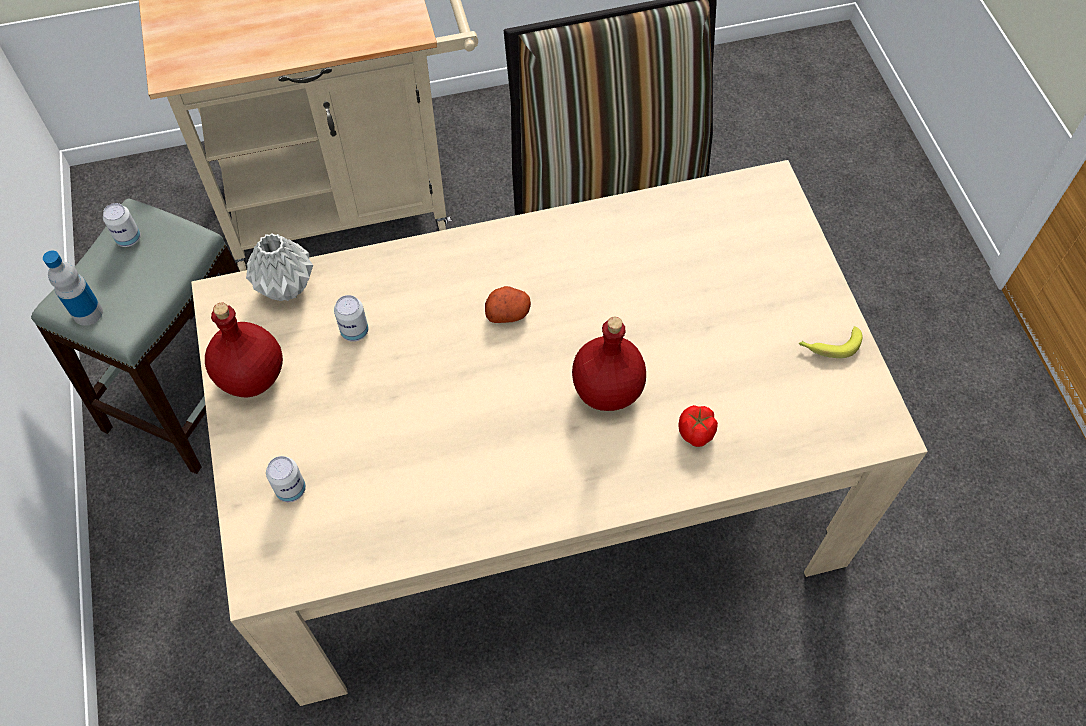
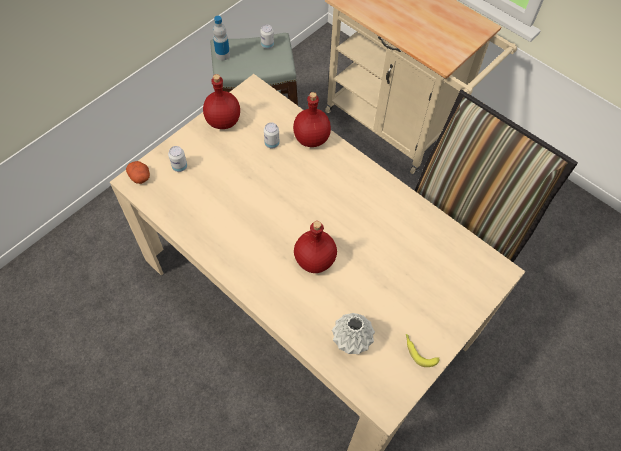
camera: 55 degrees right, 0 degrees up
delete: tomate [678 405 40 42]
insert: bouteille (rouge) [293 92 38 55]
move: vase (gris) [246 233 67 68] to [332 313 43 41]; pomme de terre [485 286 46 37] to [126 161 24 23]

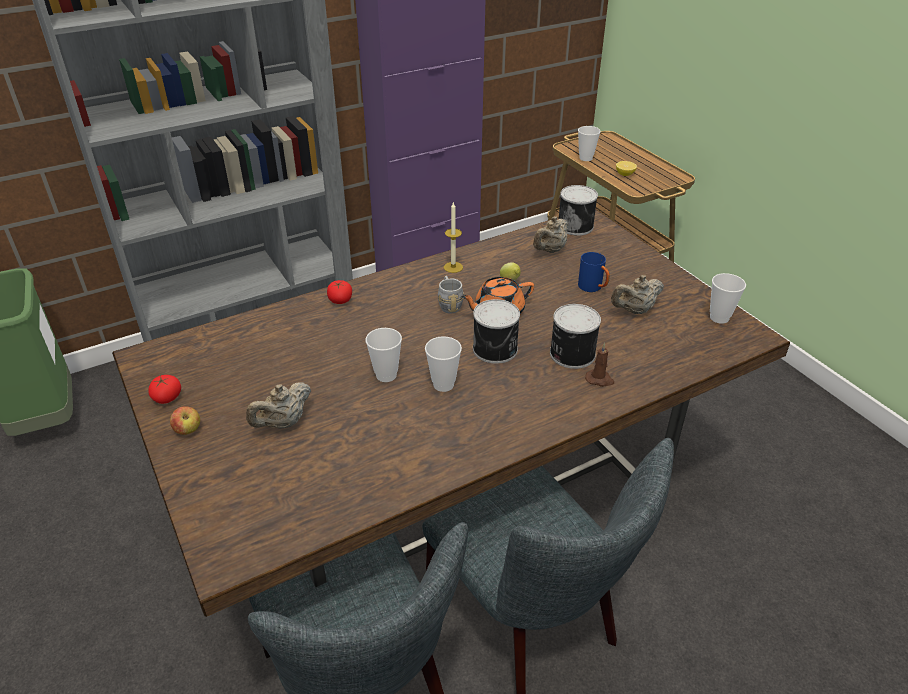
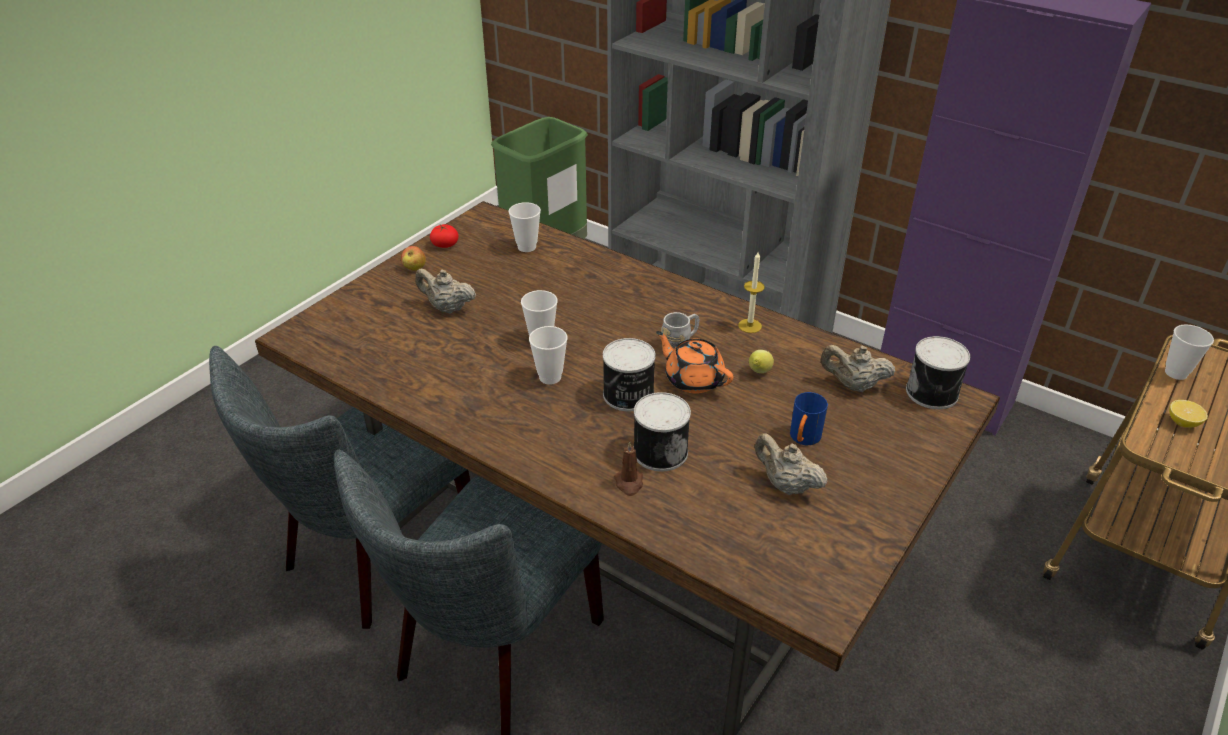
camera: 65 degrees right, 0 degrees up
delete: tomate [327 280 25 24]
move: tasse [710 273 36 51] to [509 202 32 50]

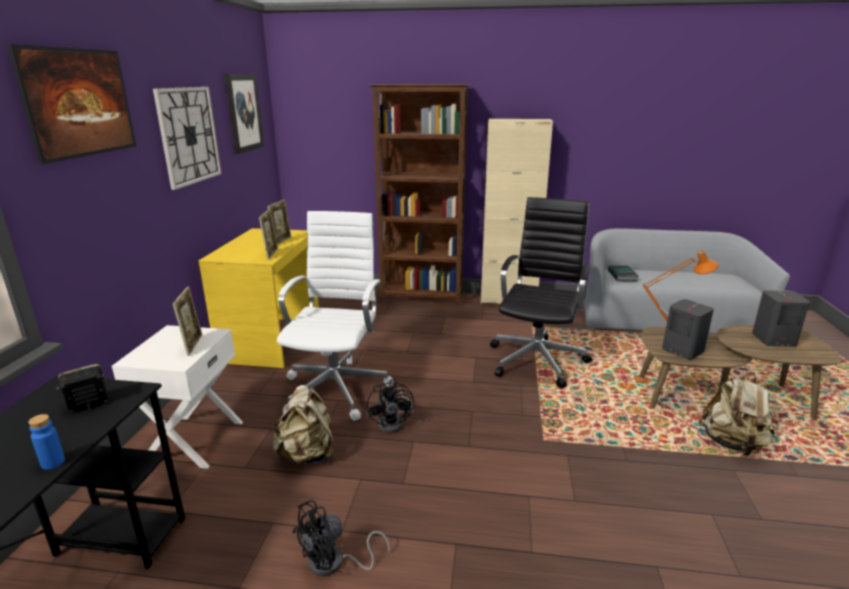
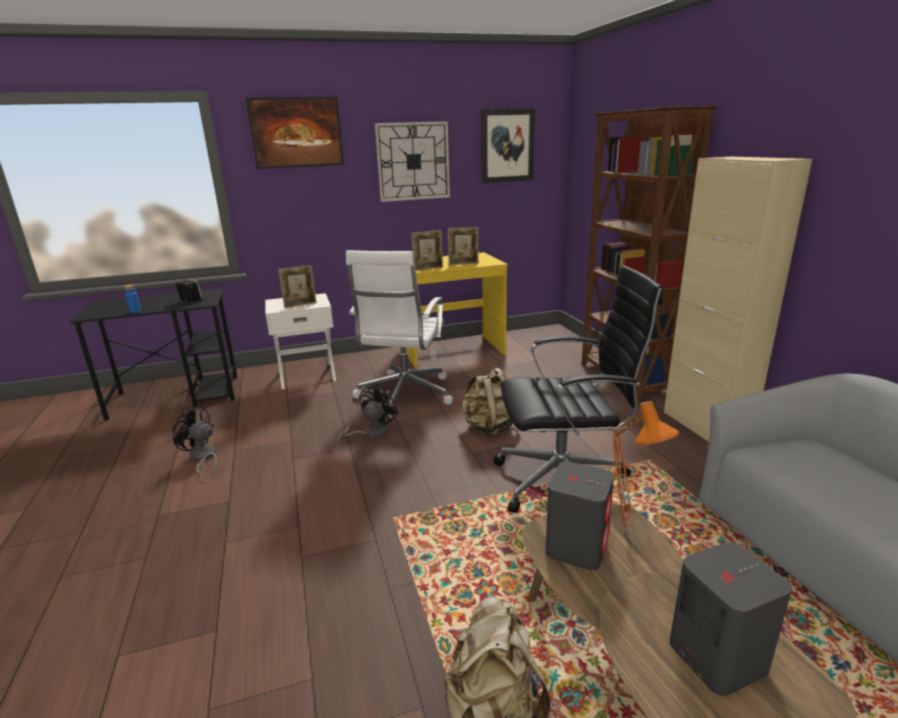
camera: 65 degrees right, 0 degrees up
delete: livre [608 266 30 15]
move: sac à dos (beige) [271 385 62 79] to [461 368 52 69]
rotate: chaise de bureau (blanc) [277 211 117 210] = [346 250 107 168] 120 degrees clockwise; ventilateur (noir) [367 379 47 54] = [337 384 61 61] 150 degrees clockwise

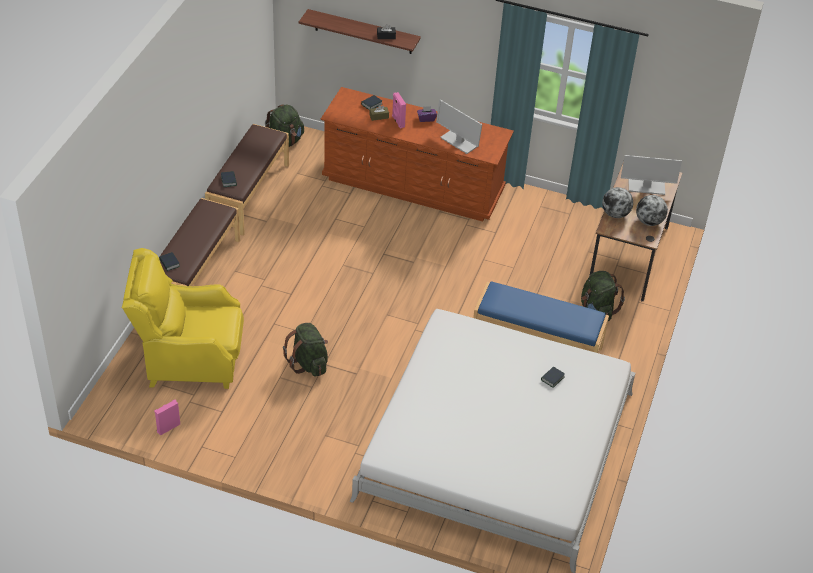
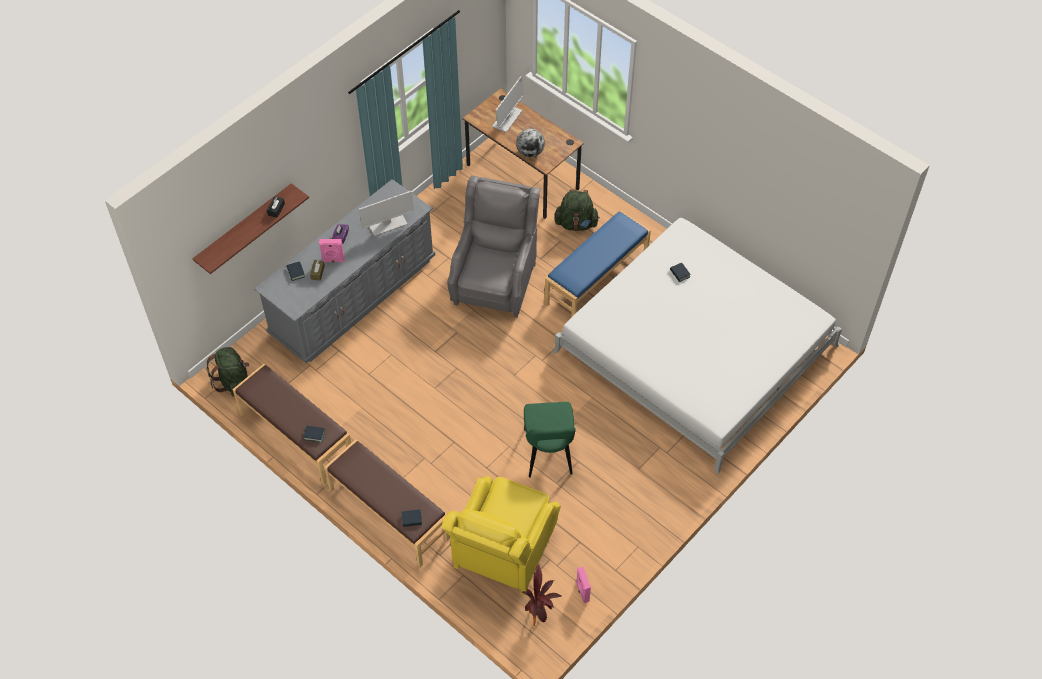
camera: 65 degrees left, 10 degrees up
delete: globe [636 195 32 31]
insert: fauteuil (gris) [447 175 94 143]; plante en pot [521 565 42 61]
replace: sac à dos (vert) [283 323 45 54] to chaise (vert) [524 402 52 76]
recolor: commode (marron) [321 87 193 135] to commode (gris) [254 179 181 184]

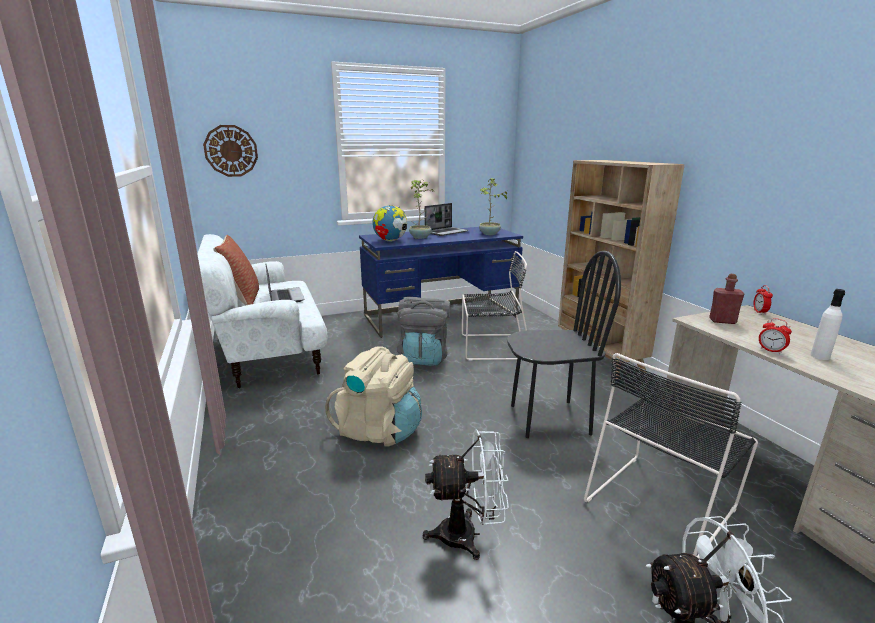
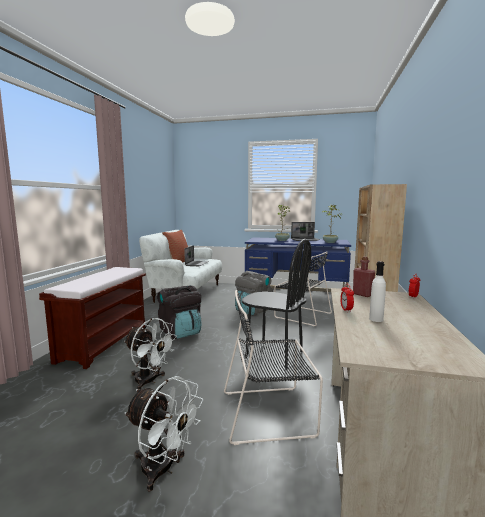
camera: 35 degrees right, 10 degrees down
delete: horloge murale [203 125 55 52]; globe [372 205 35 37]
insert: banc (marron) [39 267 107 102]
recolor: sac à dos (beige) [325 346 97 100] to sac à dos (noir) [157 285 45 54]

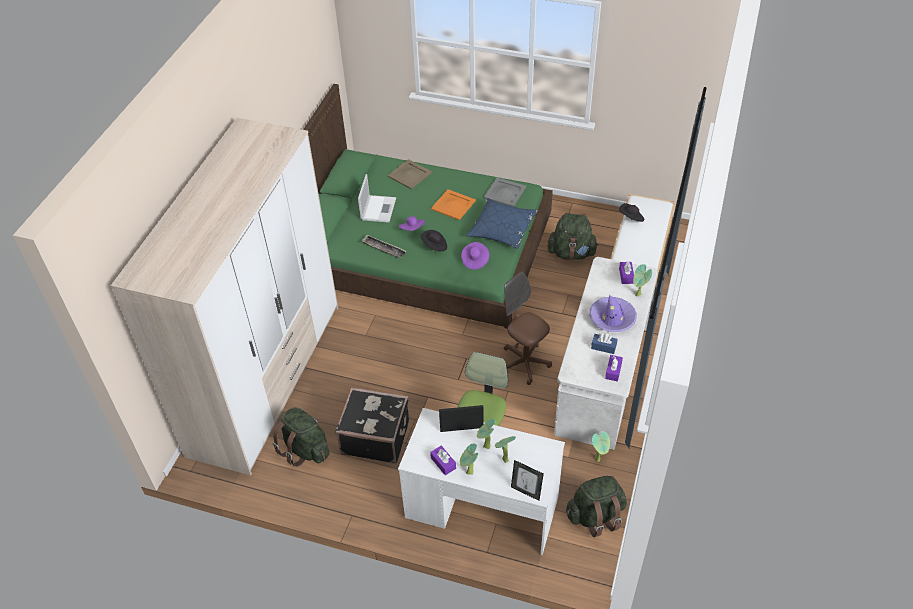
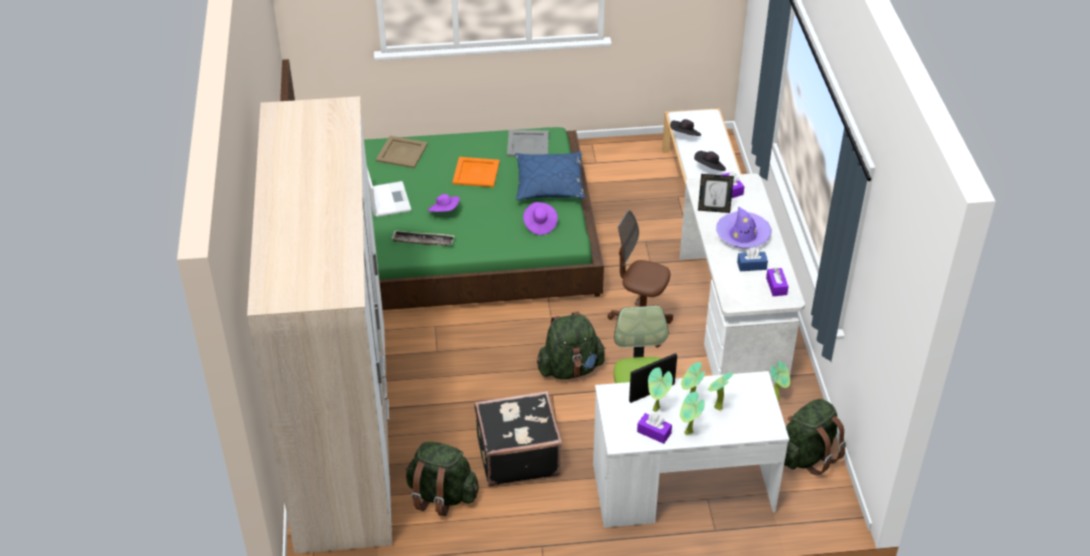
camera: 25 degrees left, 5 degrees down
move: chapeau (noir) [421 230 26 21] to [694 151 32 20]; cadre photo [511 460 33 41] to [698 174 36 39]; sac à dos (vert) [548 213 50 47] to [537 312 69 68]; plante en pot [633 264 19 33] to [648 367 25 45]

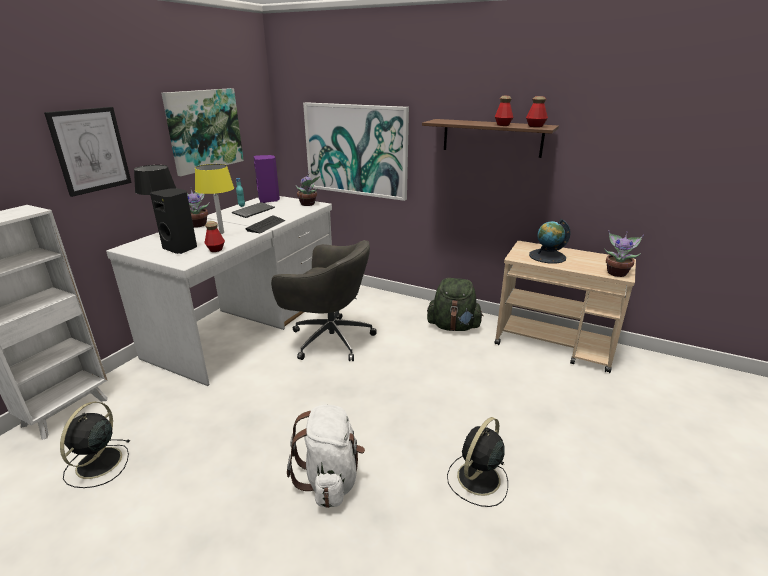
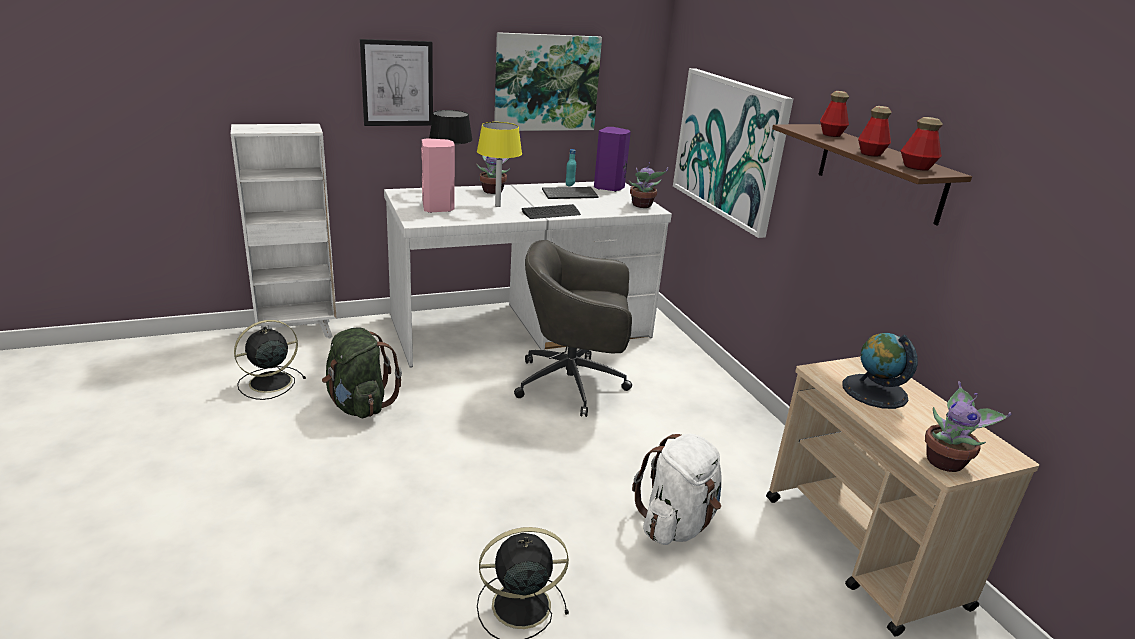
camera: 40 degrees right, 0 degrees up
move: bouteille [205 221 20 31] to [820 91 29 46]; sac à dos (blanc) [287 405 78 103] to [632 433 90 112]; sac à dos (vert) [427 278 57 53] to [322 327 80 91]
recolor: enceinte (noir) [150 188 47 66] to enceinte (rose) [421 138 34 75]
rotate: chaise de bureau (gris) [271 240 106 121] = [514 240 118 177] 120 degrees clockwise

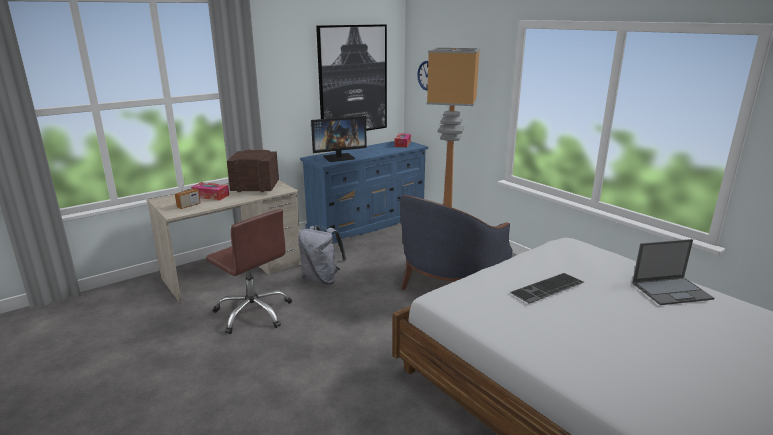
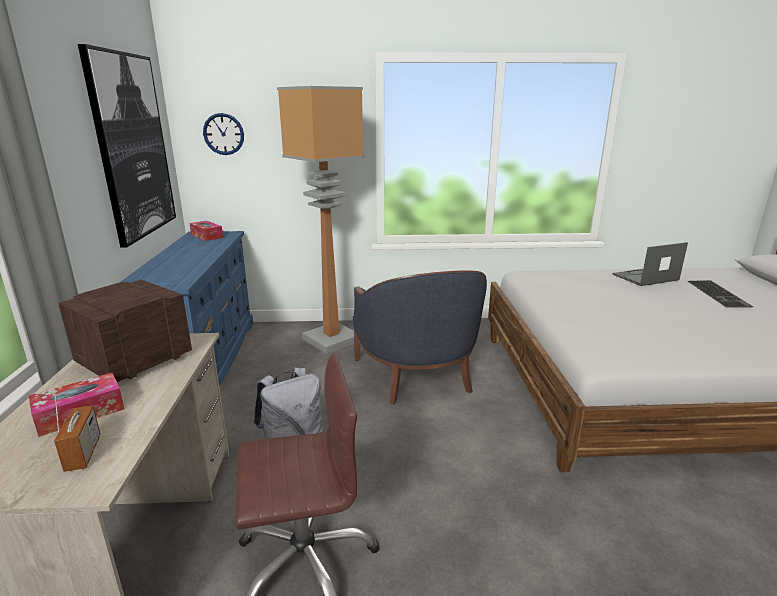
camera: 55 degrees left, 0 degrees up
delete: écran d'ordinateur [311 116 56 46]
move: clavier [510 273 74 31] to [688 280 65 27]
rotate: ordinateur portable [632 239 82 66] = [613 242 75 44] 135 degrees counterclockwise

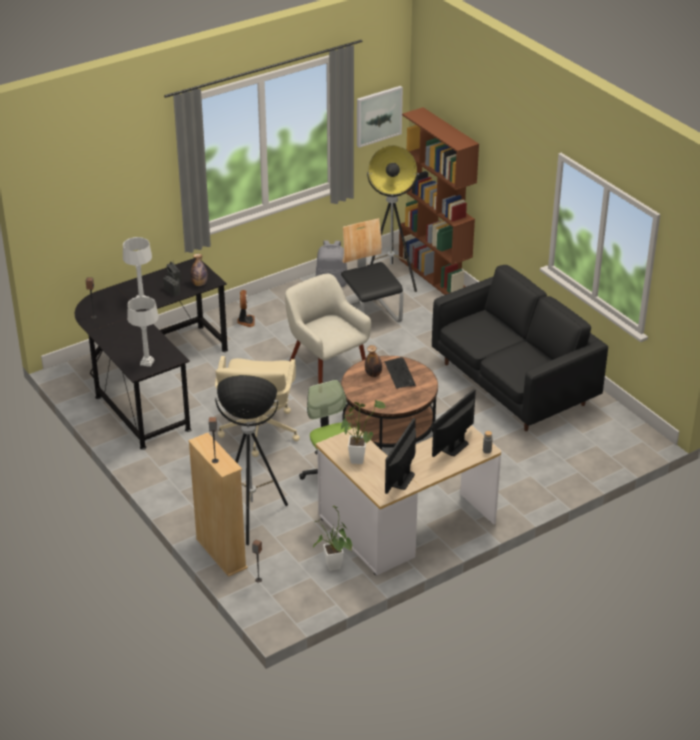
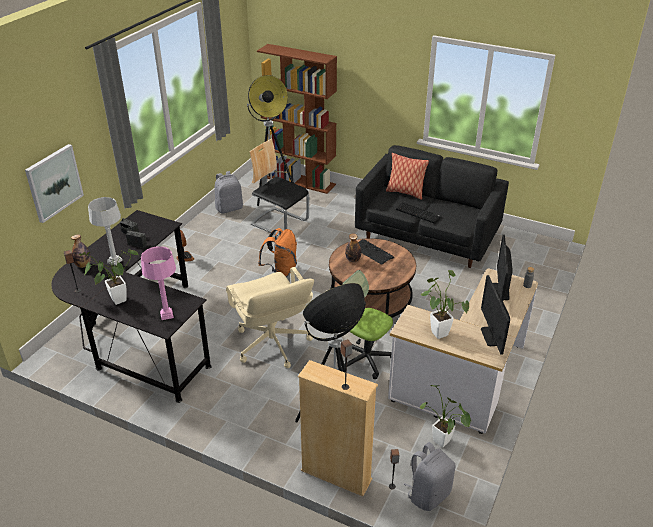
camera: 30 degrees left, 0 degrees up
insert: plante en pot [79 249 60 56]; coussin [386 153 43 47]; clavier [396 202 46 22]; sac à dos (gris) [404 442 52 69]
move: bouteille [191 254 17 32] to [71 234 20 34]; tableau [357 86 46 62] to [25 144 59 79]
replace: fauteuil (beige) [285 274 86 110] to sac à dos (orange) [258 228 39 49]
recolor: lampe de table (gris) [127 296 32 71] to lampe de table (rose) [141 246 35 74]

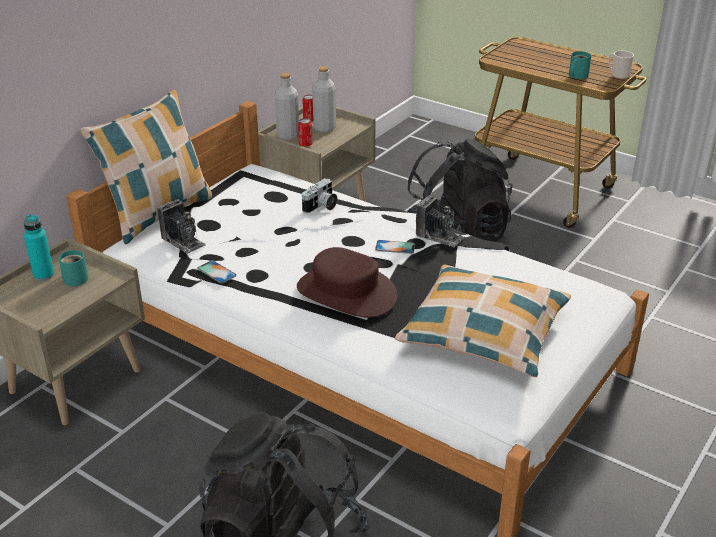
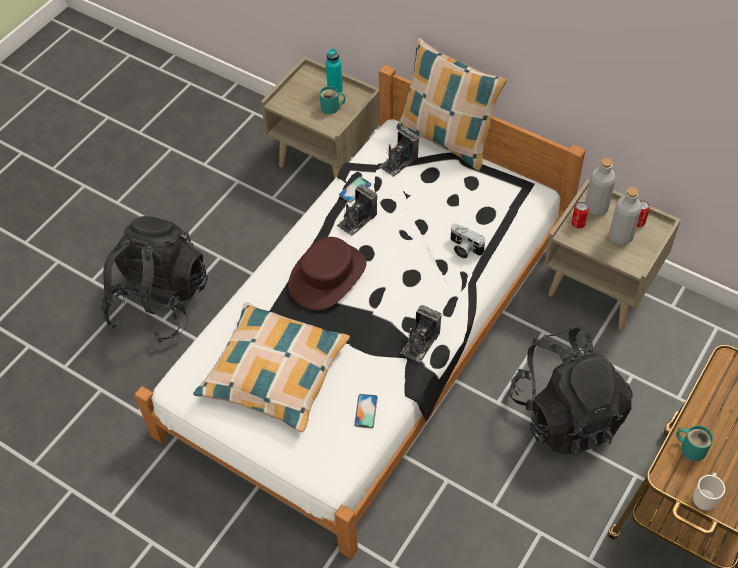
camera: 90 degrees right, 20 degrees up
insert: appareil photo [337 184 40 52]
move: téléphone [375 240 40 14] to [354 394 24 34]

